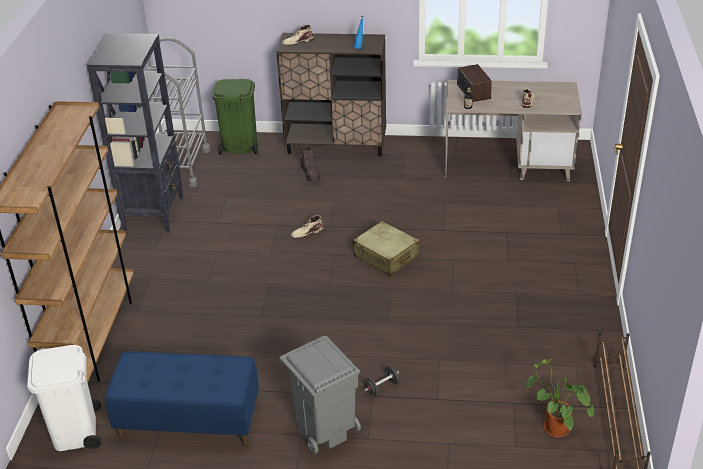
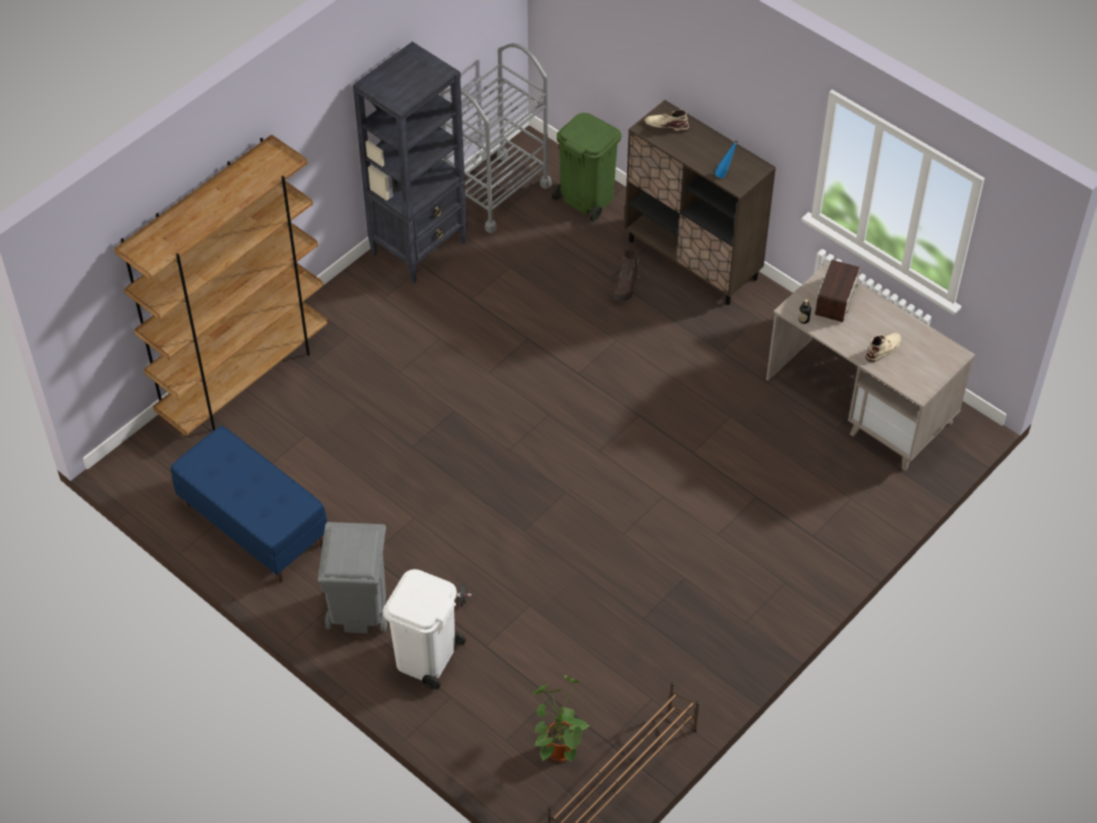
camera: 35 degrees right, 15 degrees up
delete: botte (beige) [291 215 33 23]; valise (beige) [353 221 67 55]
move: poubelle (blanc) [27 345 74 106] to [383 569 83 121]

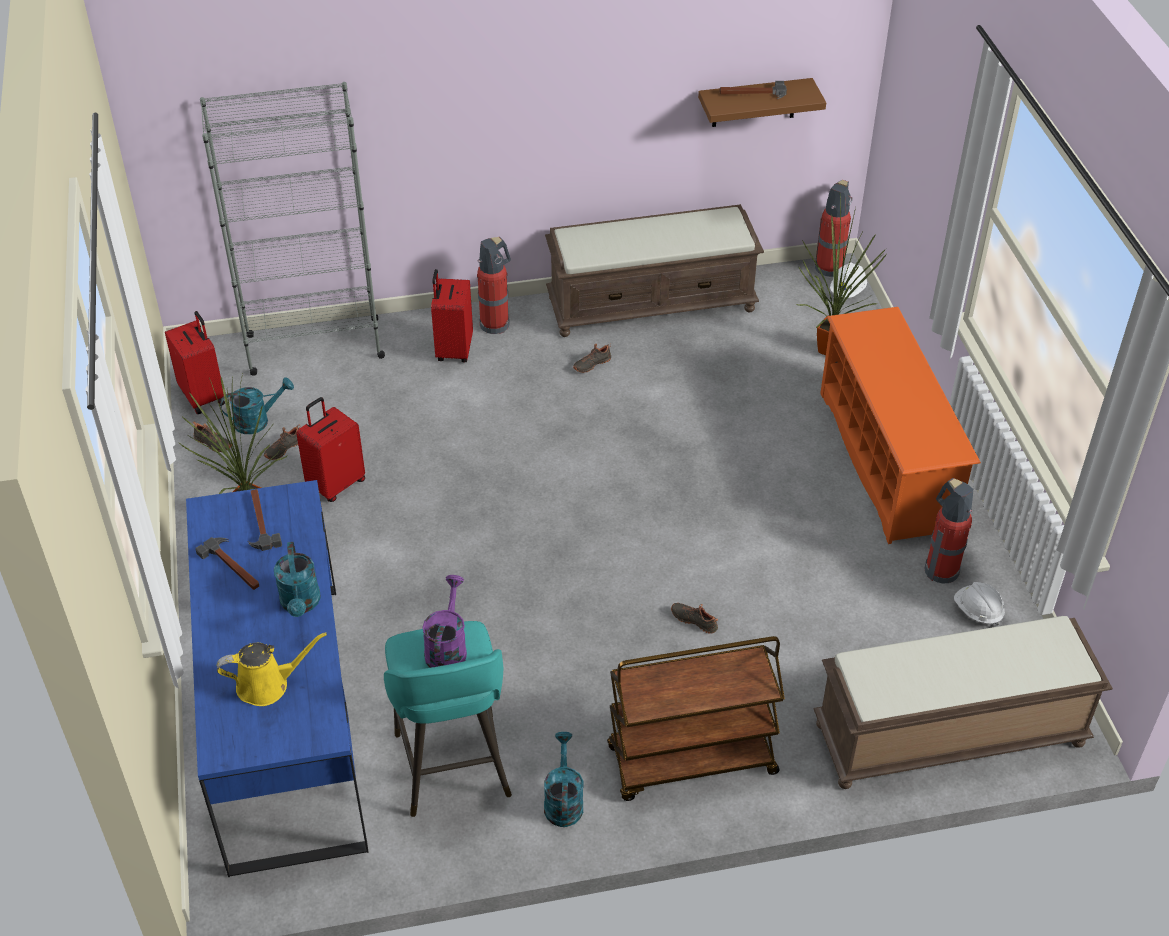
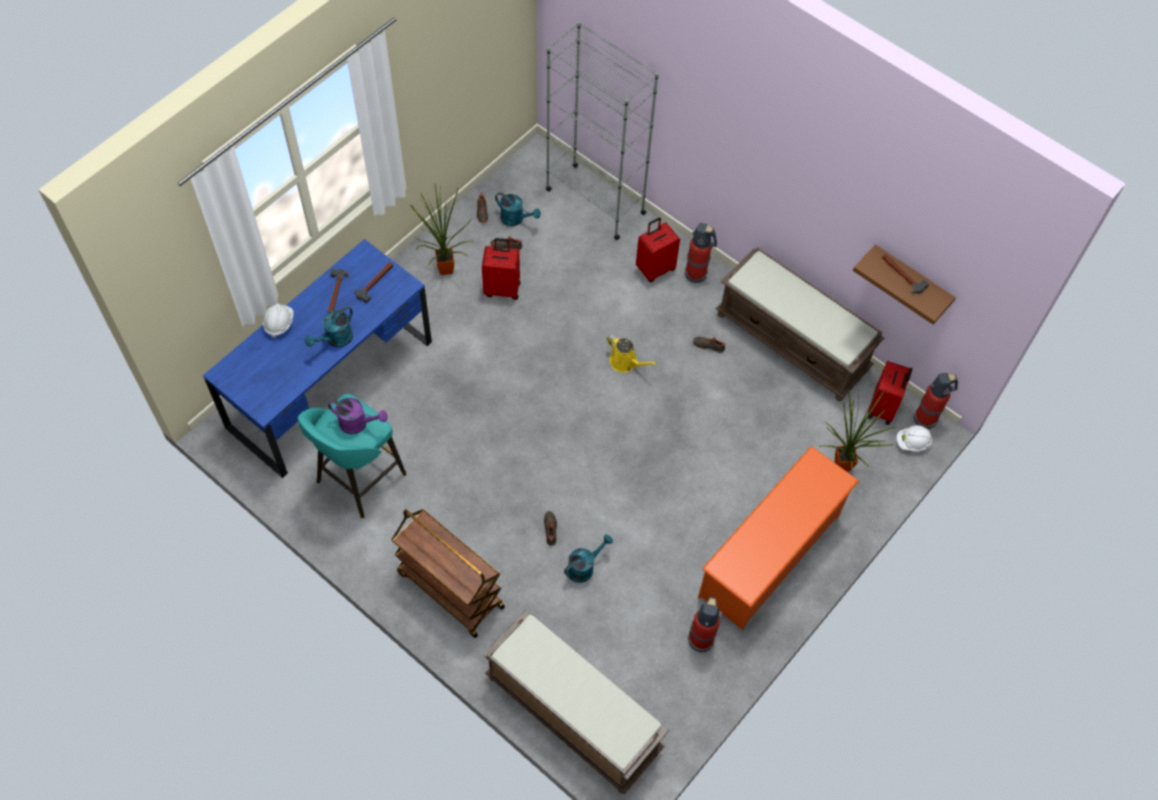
camera: 50 degrees right, 15 degrees up
move: valise (rouge) [165 311 60 103] to [868 361 45 64]; arrosoir (jaune) [217 632 110 74] to [607 335 50 37]; arrosoir (turquoise) [544 732 39 95] to [564 534 49 49]; casque de chantier (blanc) [954 582 51 45] to [263 304 30 34]
rotate: arrosoir (violet) [422 575 45 93] = [328 398 60 36] 45 degrees clockwise

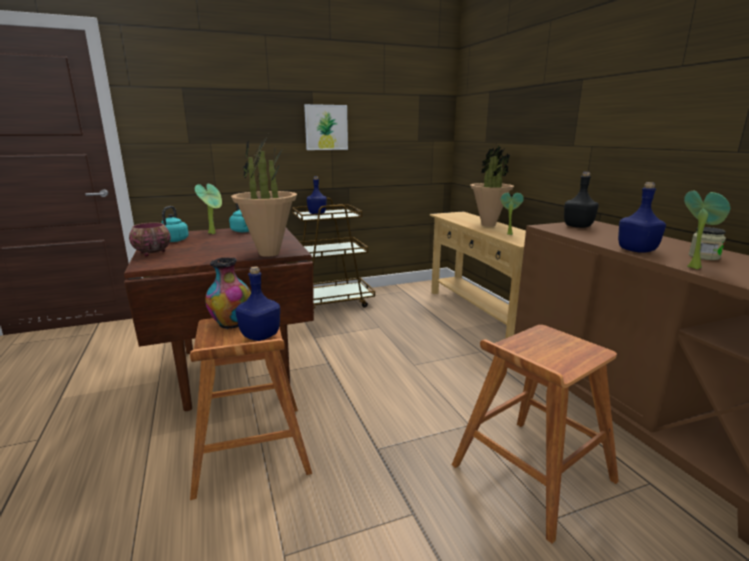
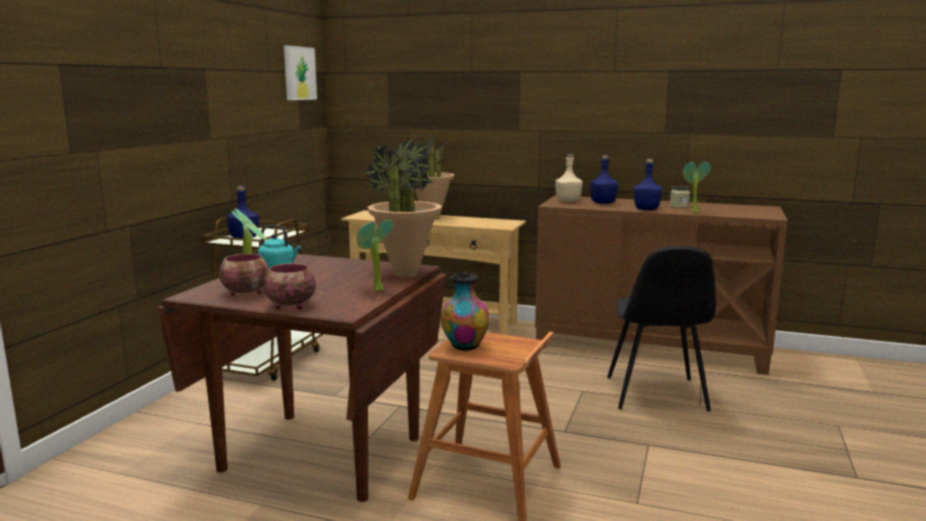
camera: 50 degrees left, 5 degrees down
move: bouteille (bleu) [235 266 45 75] to [590 155 28 49]; tableau [304 104 44 46] to [284 45 33 55]; plante en pot [501 192 23 43] to [356 220 38 71]
replace: bouilloire (turquoise) [161 206 28 36] to bol [219 254 50 42]; tabouret (marron) [452 325 167 219] to chaise (noir) [607 246 109 165]
recolor: bouteille (noir) [564 172 35 56] to bouteille (beige) [555 154 28 48]

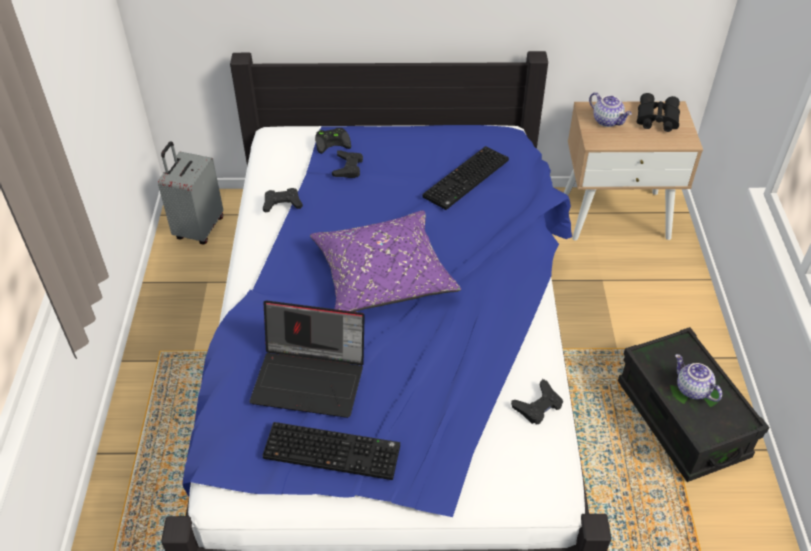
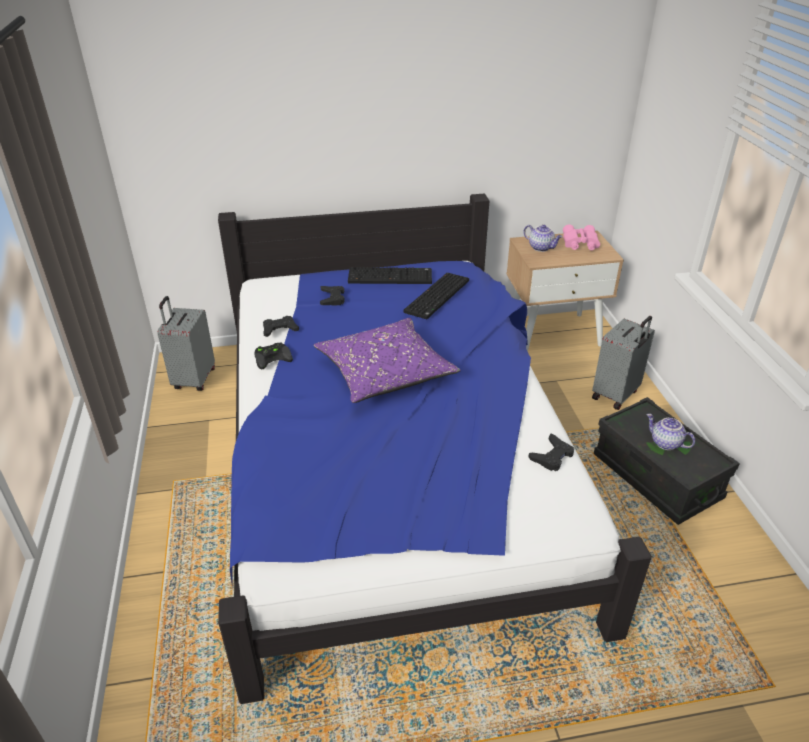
camera: 10 degrees left, 10 degrees down
delete: ordinateur portable [250 300 115 118]
insert: valise (gris) [592 316 63 94]
move: clavier [262 422 138 58] to [348 267 84 17]; manette (noir) [315 128 36 26] to [255 343 38 26]
recolor: jumelles (noir) [637 93 43 39] to jumelles (rose) [563 224 37 26]

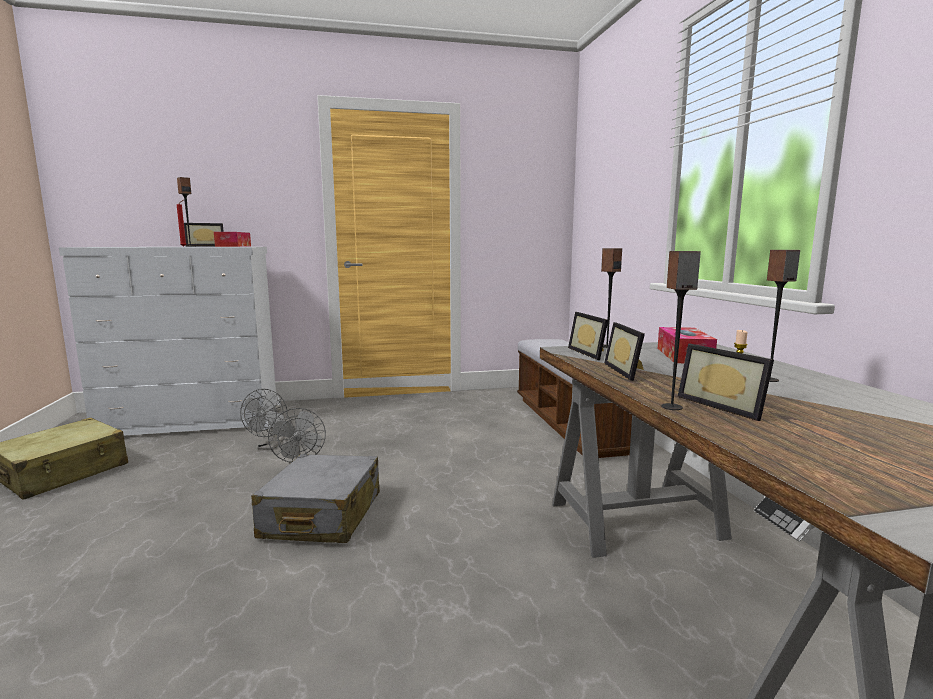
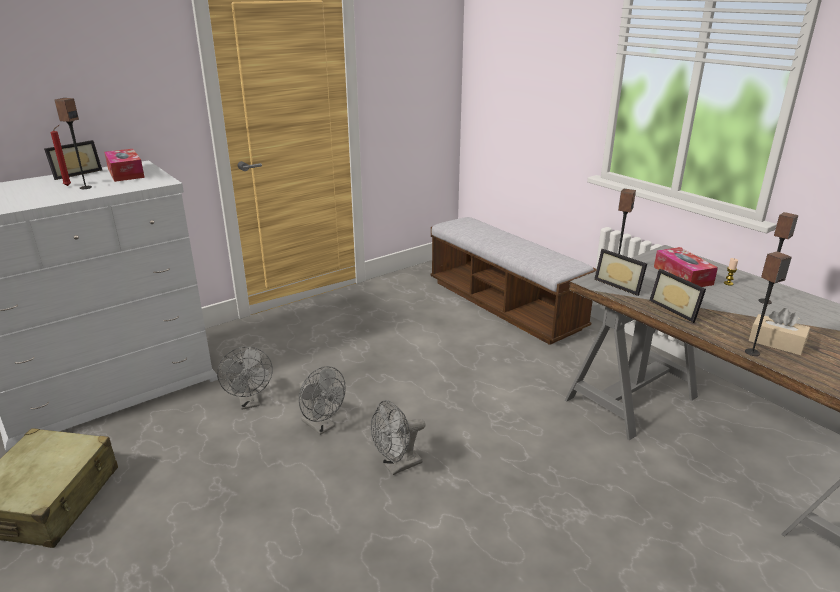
camera: 25 degrees left, 15 degrees up
replace: valise (gris) [251 454 129 89] to ventilateur (gris) [371 400 54 75]; cadre photo [678 343 96 78] to boîte à mouchoirs (beige) [749 308 61 48]

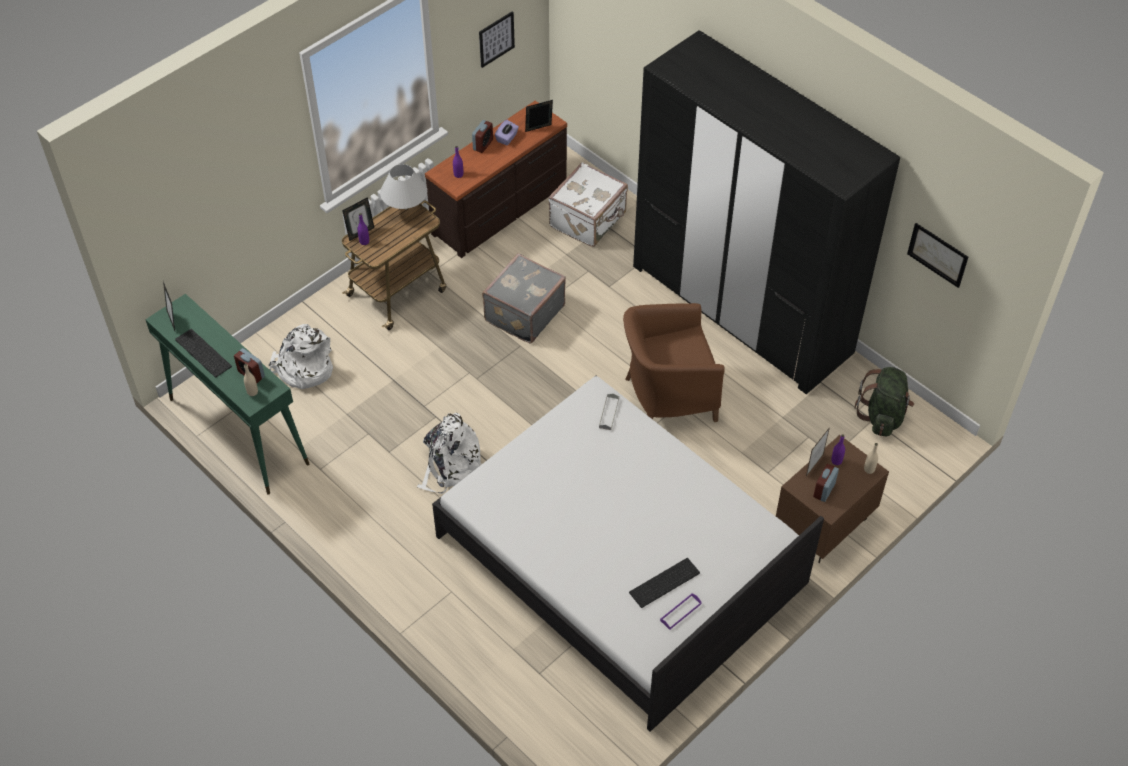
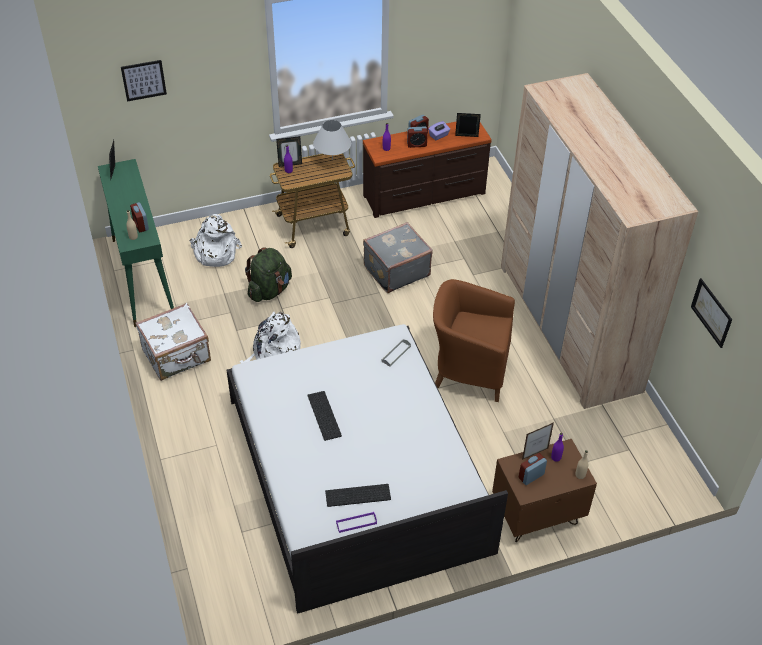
camera: 25 degrees right, 5 degrees down
insert: réveil [407 126 21 22]
move: clavier [175 329 57 49] to [307 391 35 50]; tableau [479 11 36 57] to [121 60 46 42]; valise (blanc) [548 162 80 85] to [135 303 76 78]; sac à dos (vert) [854 367 60 70] to [245 247 47 55]
recolor: armoire (noir) [633 30 267 364] to armoire (beige) [501 73 197 336]

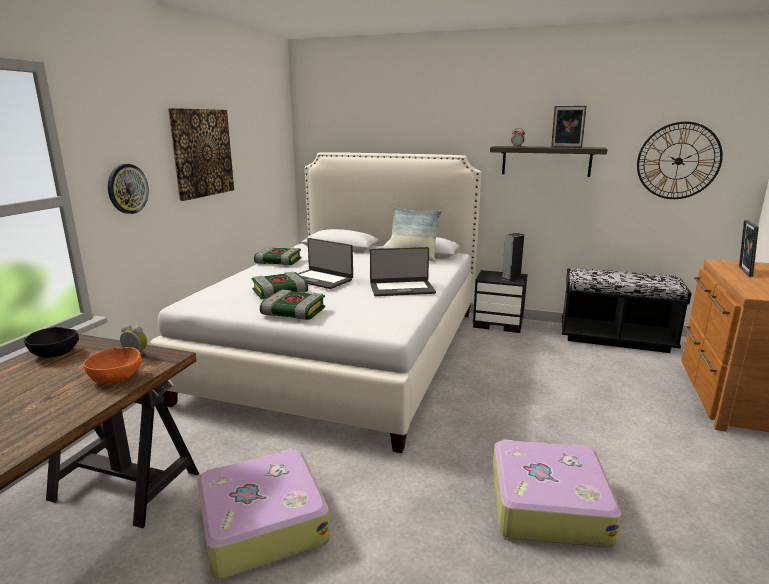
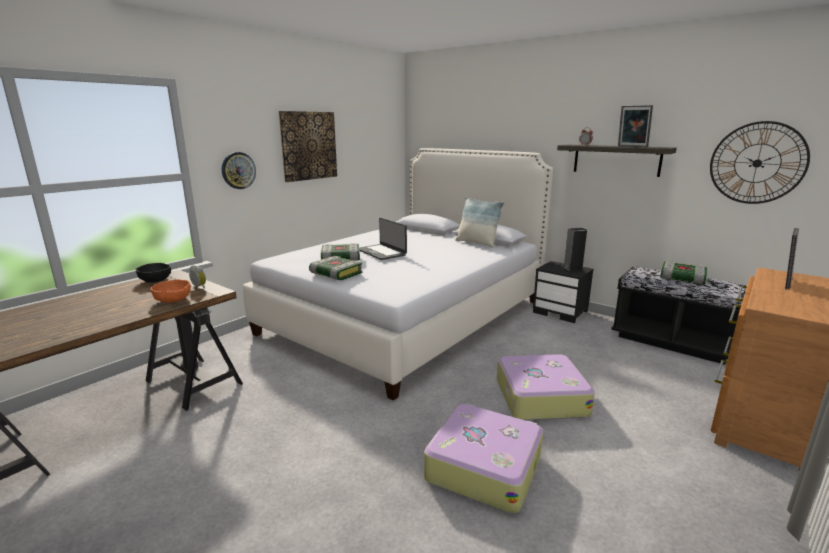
camera: 20 degrees right, 0 degrees up
delete: ordinateur portable [370 247 66 49]
move: valise [197 449 133 130] to [497 354 98 66]; livre [254 247 47 18] to [660 261 47 23]

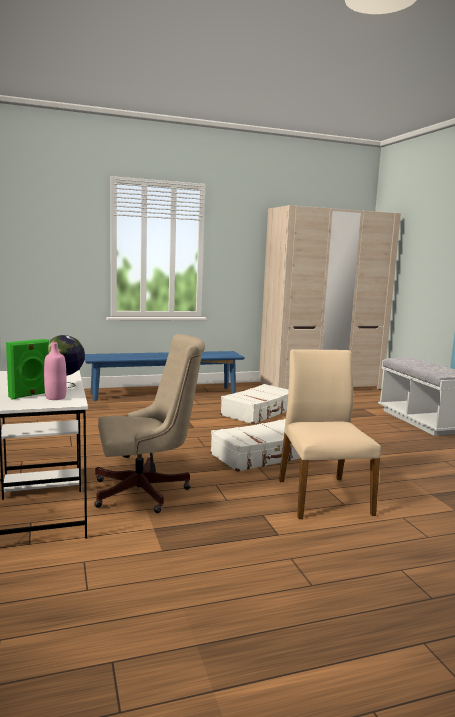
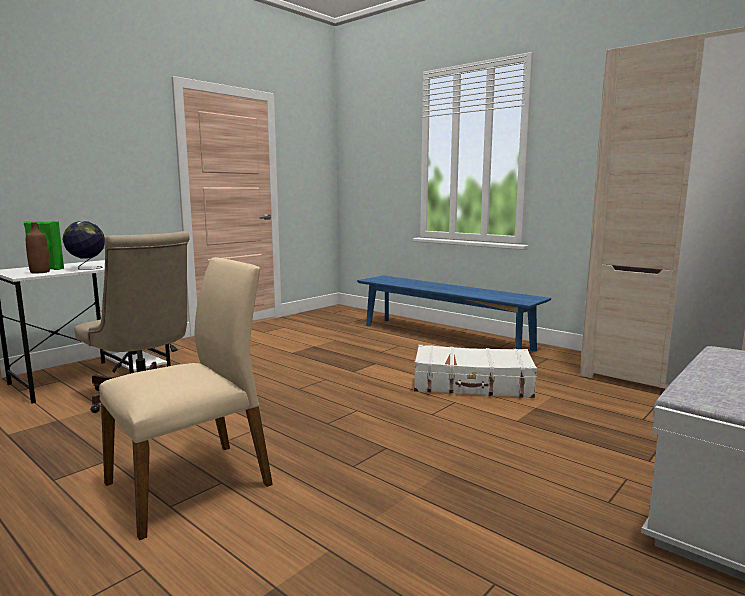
camera: 60 degrees right, 0 degrees up
delete: valise (blanc) [210 419 90 53]
recolor: bouteille (rose) [44 342 23 58] to bouteille (marron) [26 222 24 51]

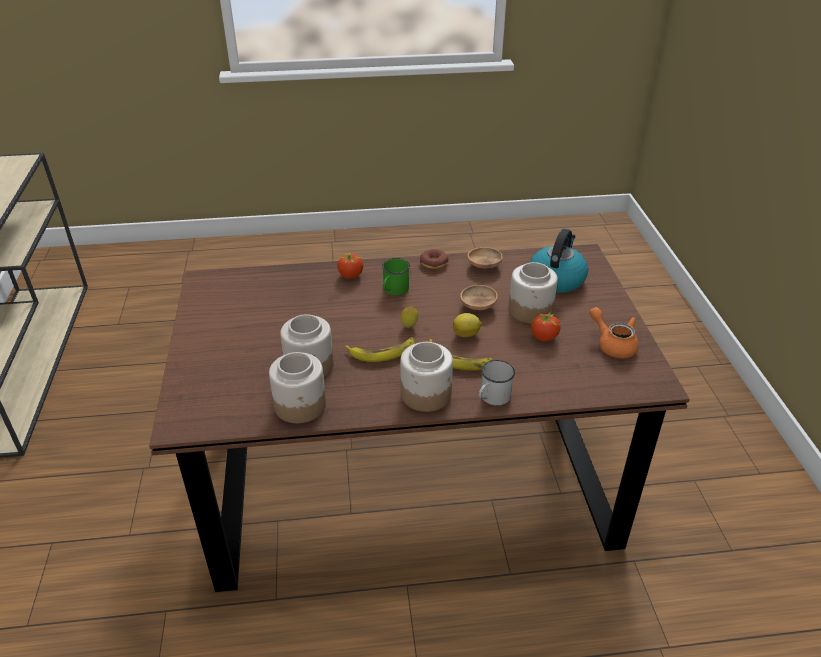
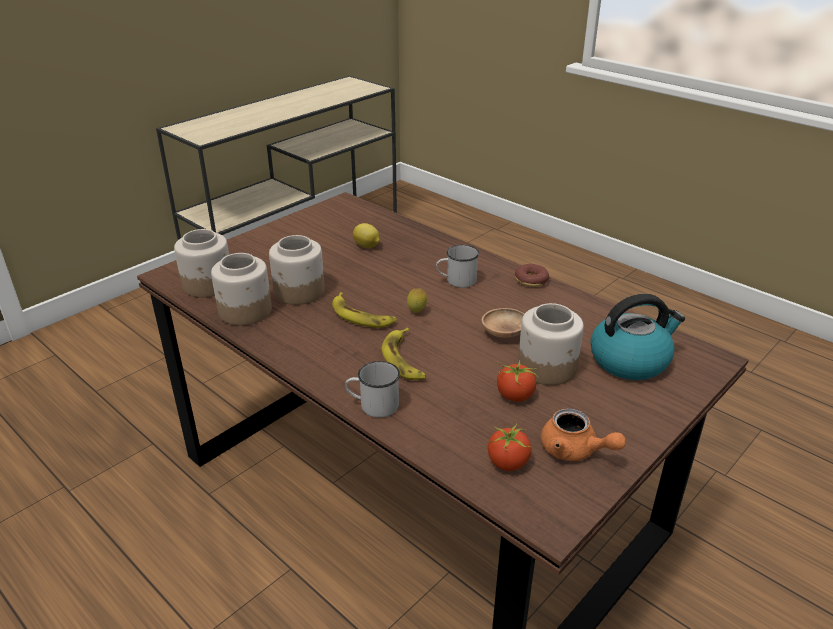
camera: 50 degrees right, 5 degrees down
delete: bol (marron) [467 247 36 22]
move: tomate [337 252 26 27] to [488 423 44 48]; bocal [400 342 53 70] to [174 229 55 69]; citron [453 313 29 24] to [353 223 27 25]
recolor: mug (vert) [382 258 28 37] to mug (blanc) [436 245 43 43]
rotate: théière (orange) [589 307 50 51] = [541 408 85 53] 120 degrees clockwise

